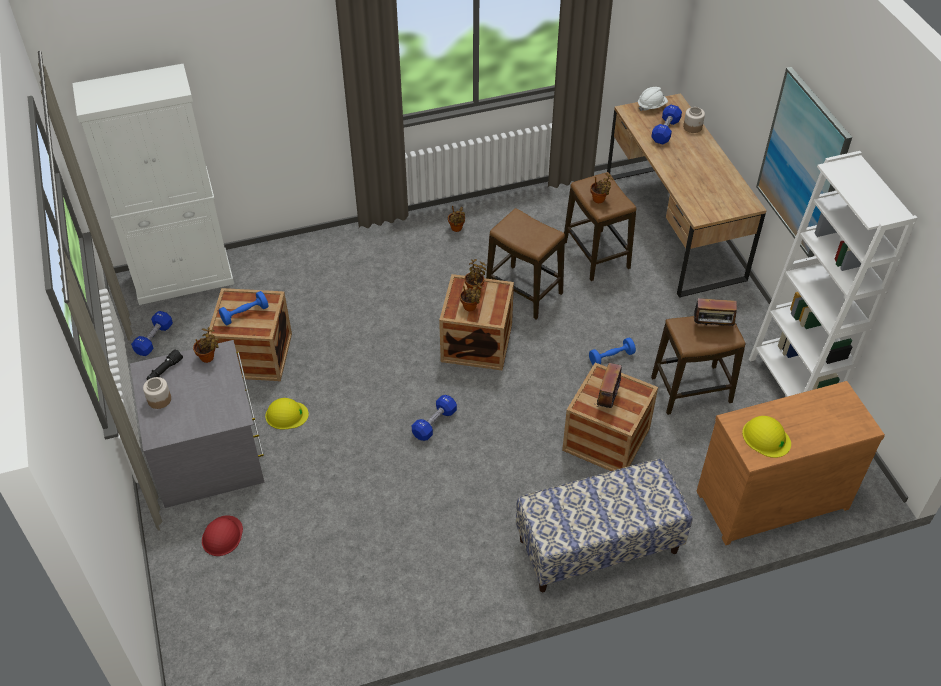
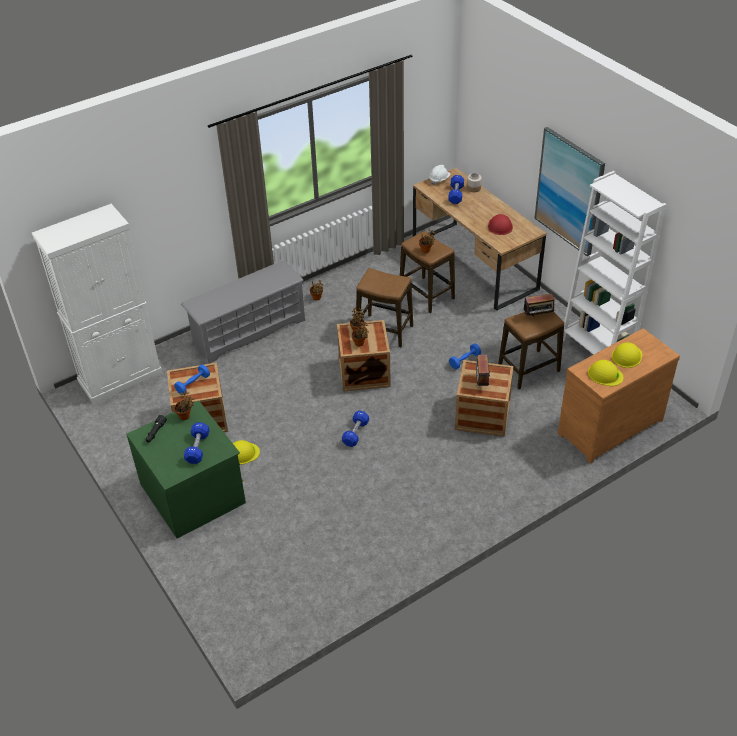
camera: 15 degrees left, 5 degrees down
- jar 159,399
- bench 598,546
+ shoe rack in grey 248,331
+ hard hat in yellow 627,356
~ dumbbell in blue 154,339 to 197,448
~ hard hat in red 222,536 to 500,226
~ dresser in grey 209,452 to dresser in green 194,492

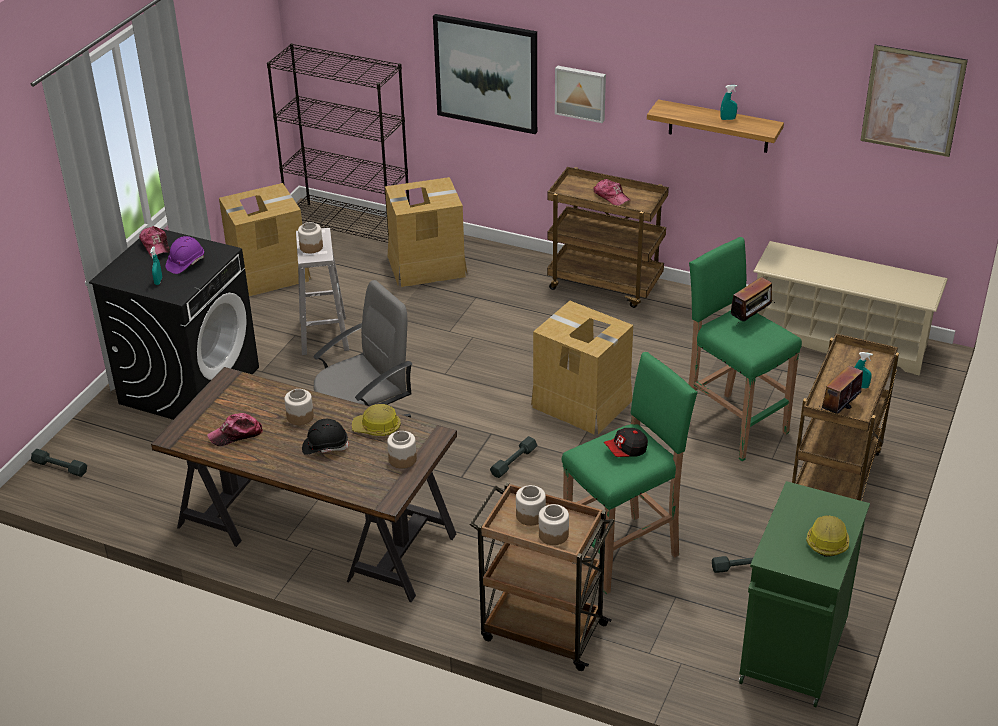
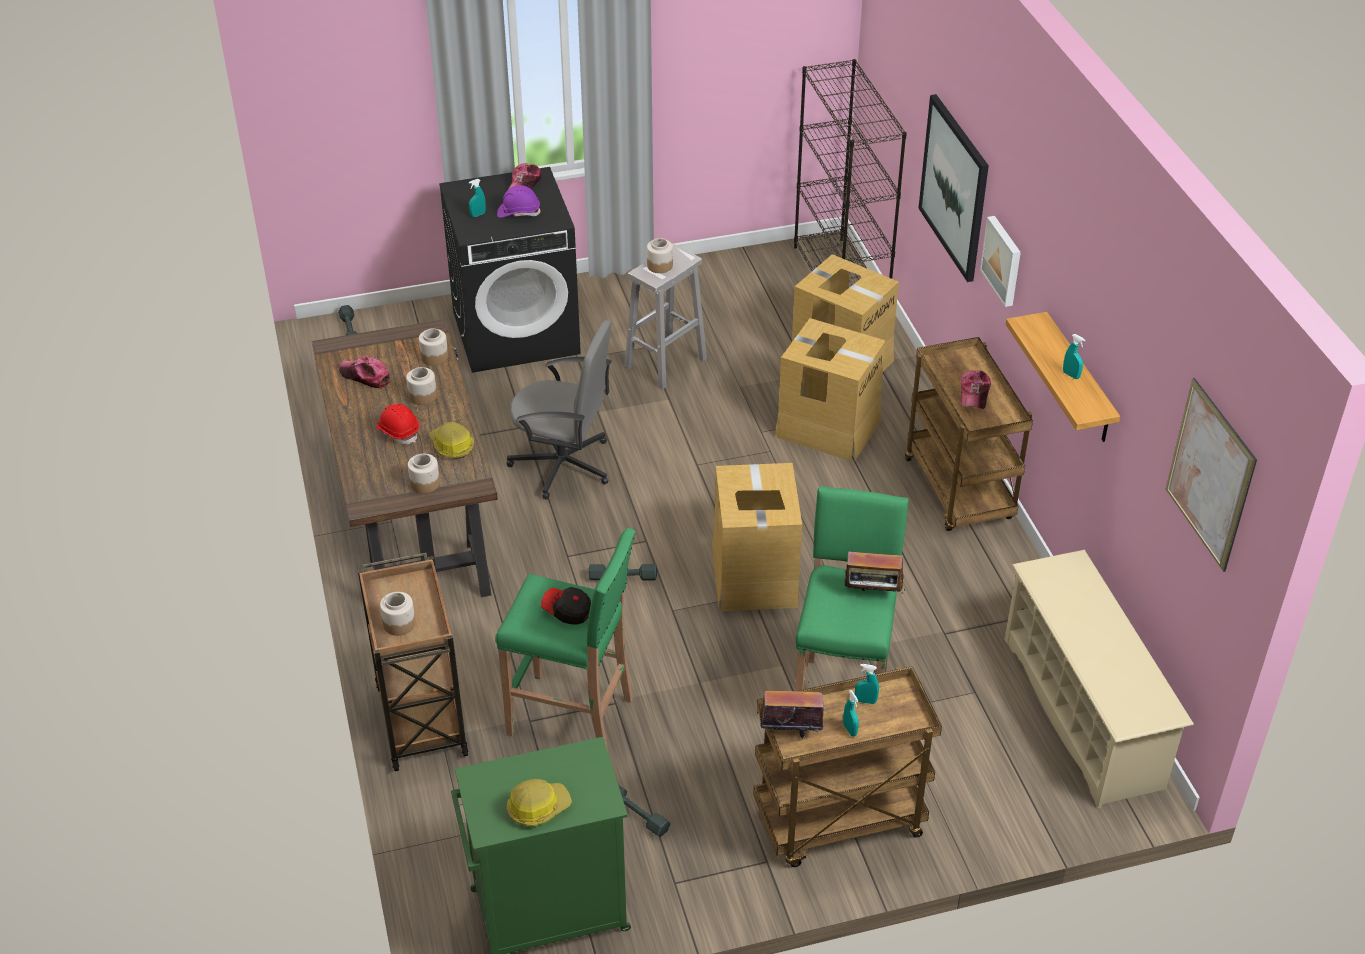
camera: 50 degrees right, 5 degrees up
+ spray bottle in turquoise 865,701
~ cardboard box 268,273 to 827,427
~ jar 530,515 to 434,357
~ hard hat in black 325,446 to hard hat in red 398,431

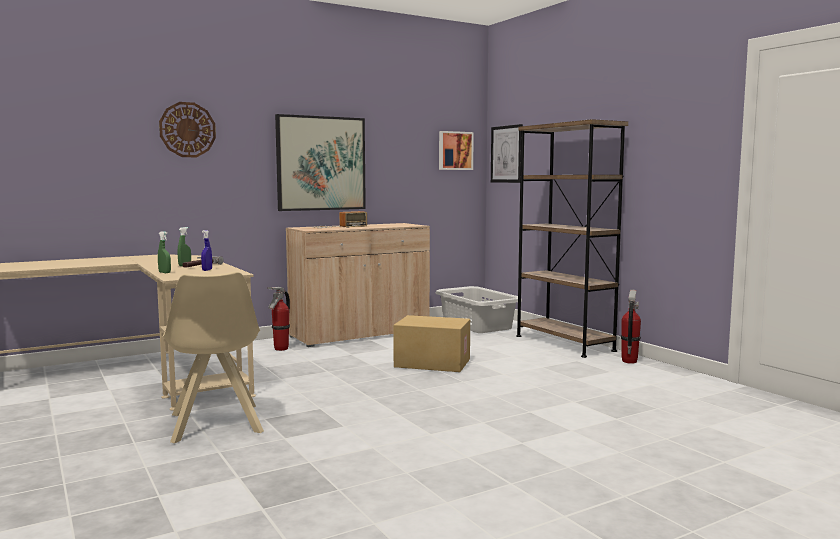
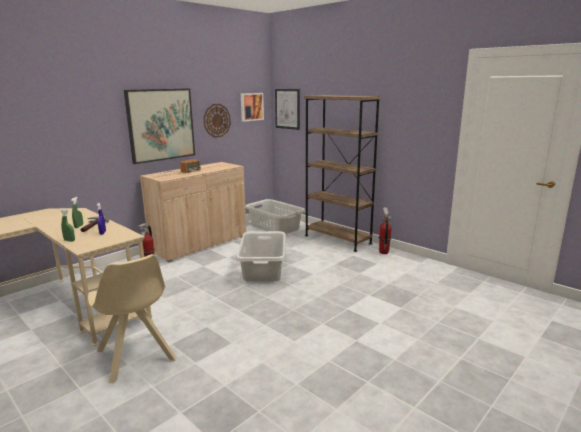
camera: 15 degrees left, 10 degrees up
~ wall clock 187,129 to 217,120
~ cardboard box 431,363 to laundry basket in grey 262,269

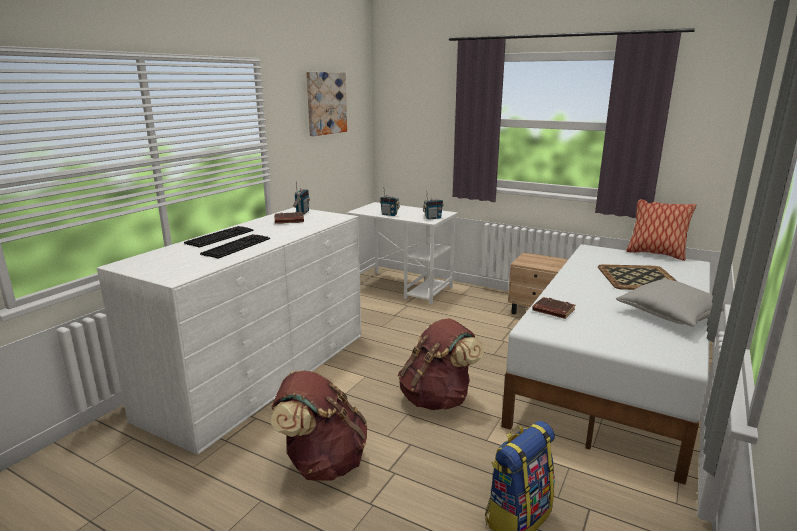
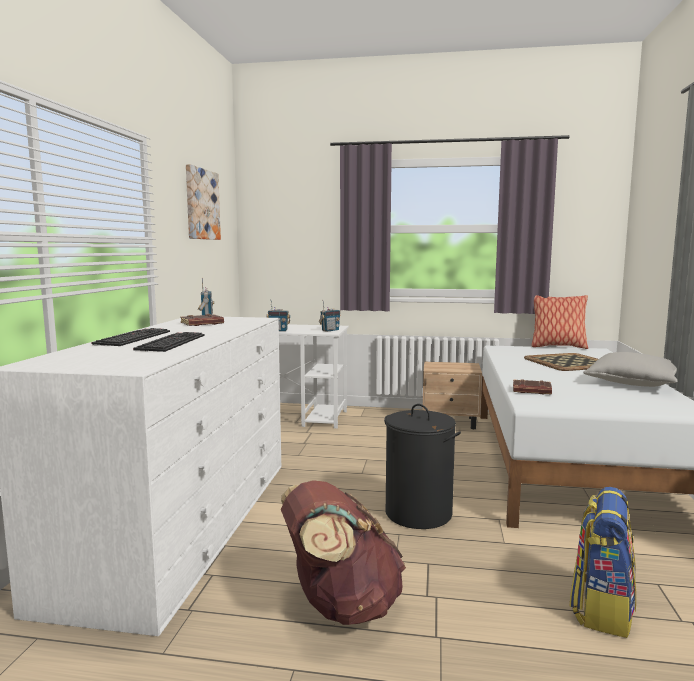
camera: 20 degrees left, 10 degrees down
~ backpack in brown 437,399 to laundry basket in black 419,513

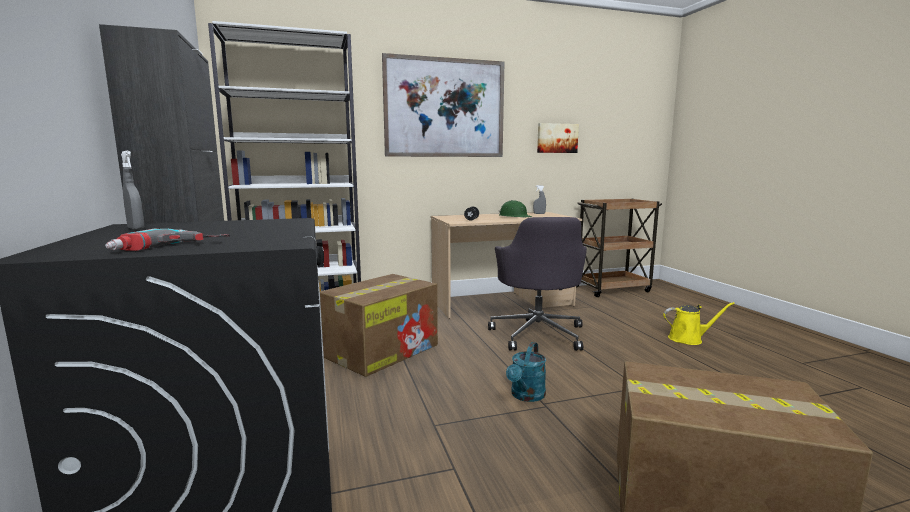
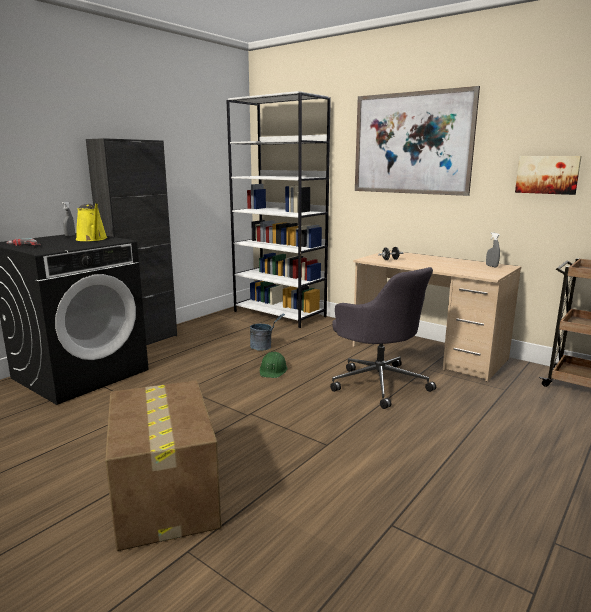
camera: 55 degrees right, 5 degrees up
- watering can in turquoise 526,396
~ hard hat in green 514,216 to 273,370
~ watering can in yellow 688,339 to 92,239
~ cardboard box 382,350 to bucket in grey 264,347
~ office chair in grey 538,334 = 378,383 90 degrees counterclockwise

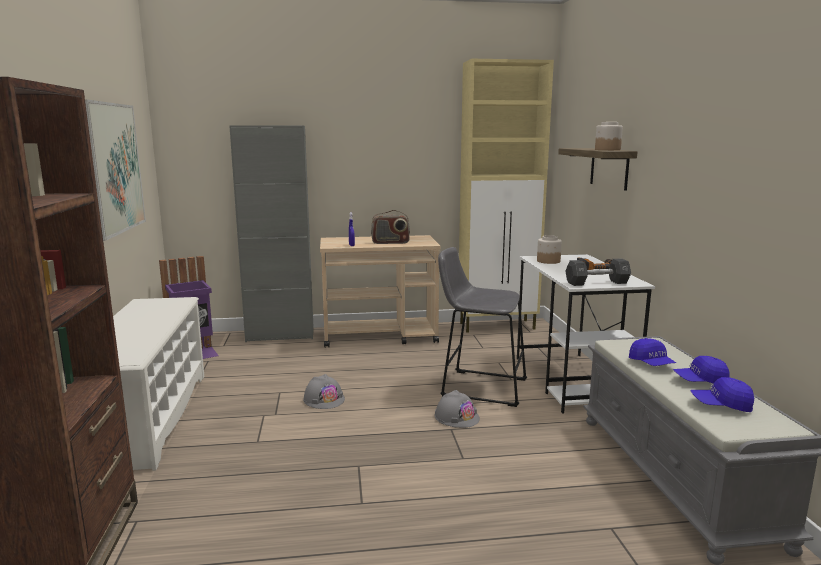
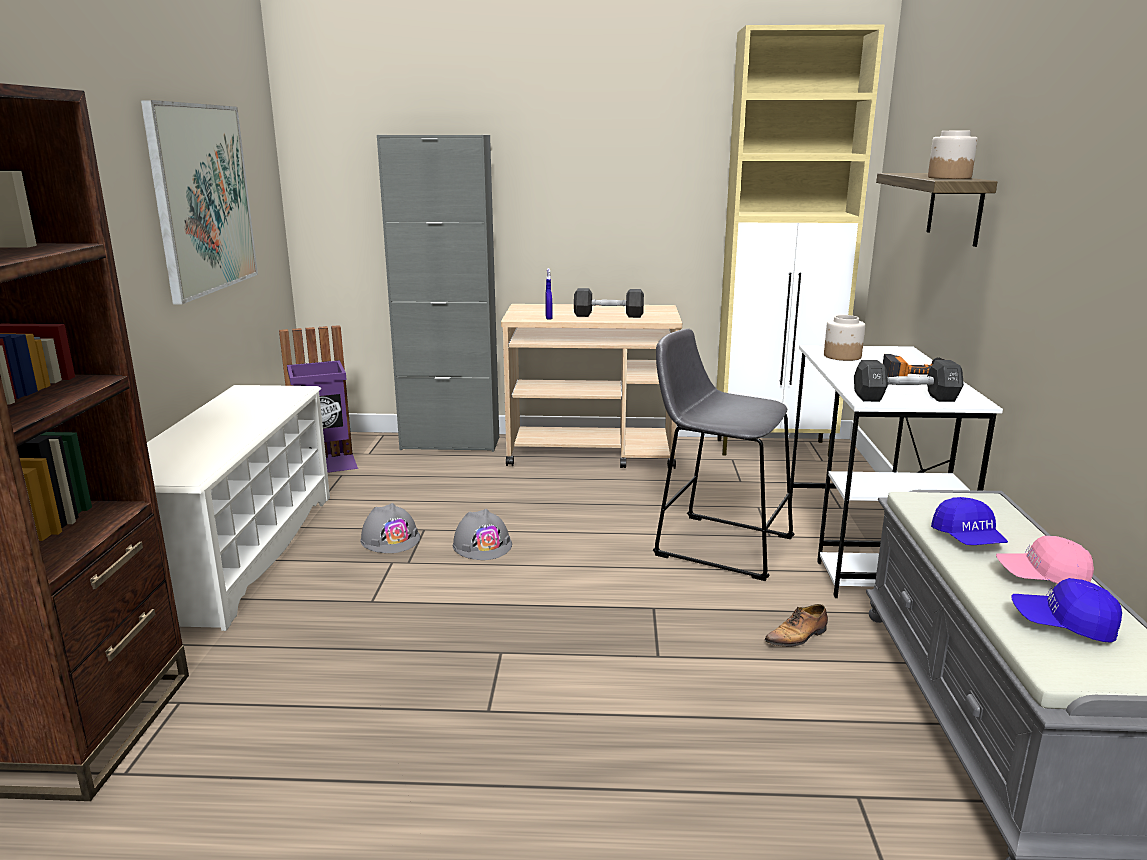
camera: 10 degrees right, 5 degrees up
+ shoe 797,637
~ hard hat in grey 457,417 to 390,539
~ radio 390,242 to dumbbell in black 608,315
~ cap in blue 700,382 to cap in pink 1042,578

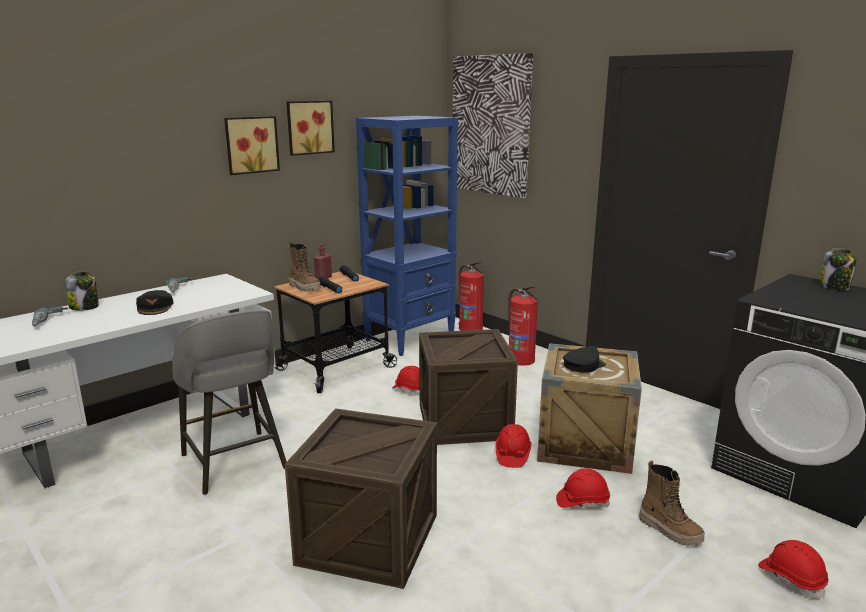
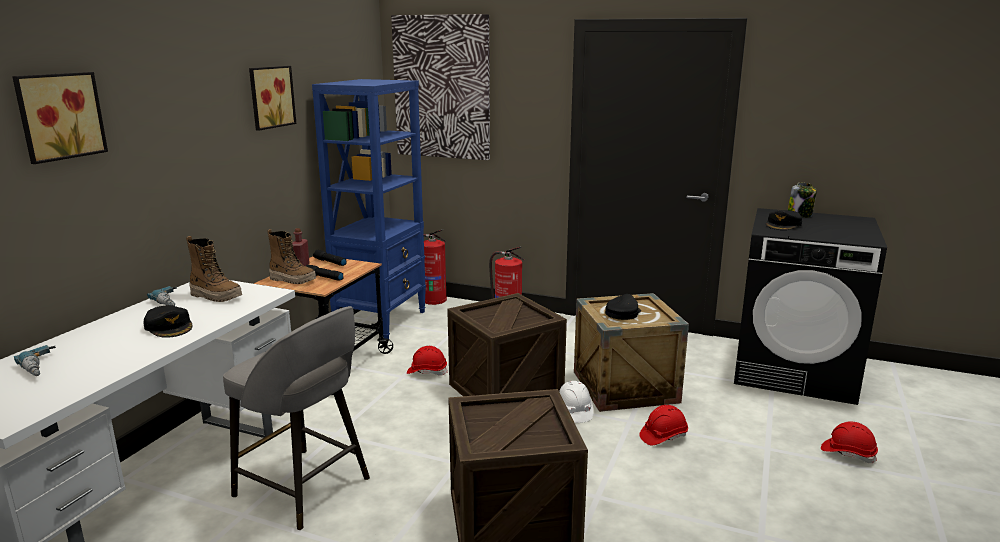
camera: 25 degrees left, 0 degrees up
- jar 85,307
+ cap in black 783,225
~ picture 251,145 to 59,116
~ boot 670,530 to 216,296
~ hard hat in red 512,455 to hard hat in white 574,411

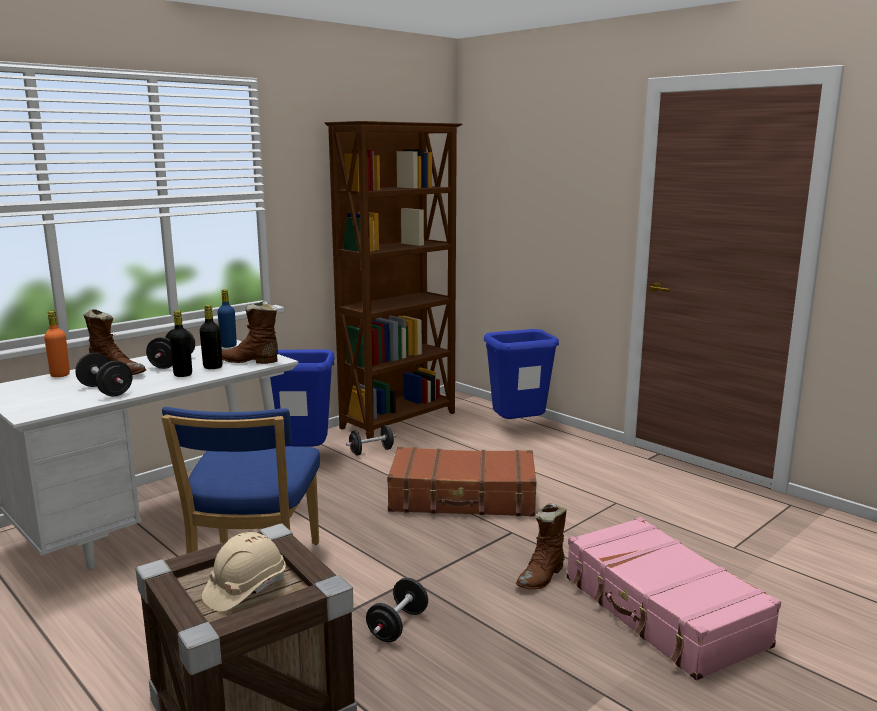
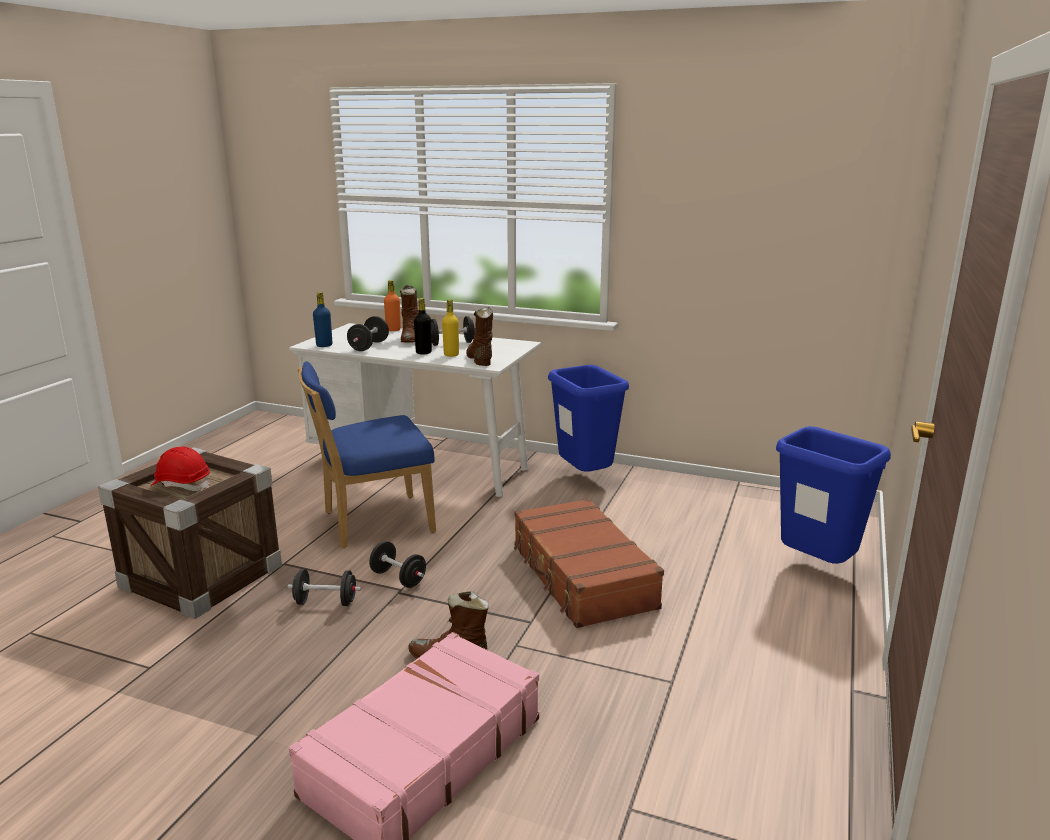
camera: 65 degrees right, 5 degrees up
- bookcase in brown 400,420
~ bottle in blue 228,346 to 324,345
~ dumbbell in black 371,451 to 398,578
~ bottle in black 213,367 to bottle in yellow 451,355
~ hard hat in beige 245,589 to hard hat in red 181,485

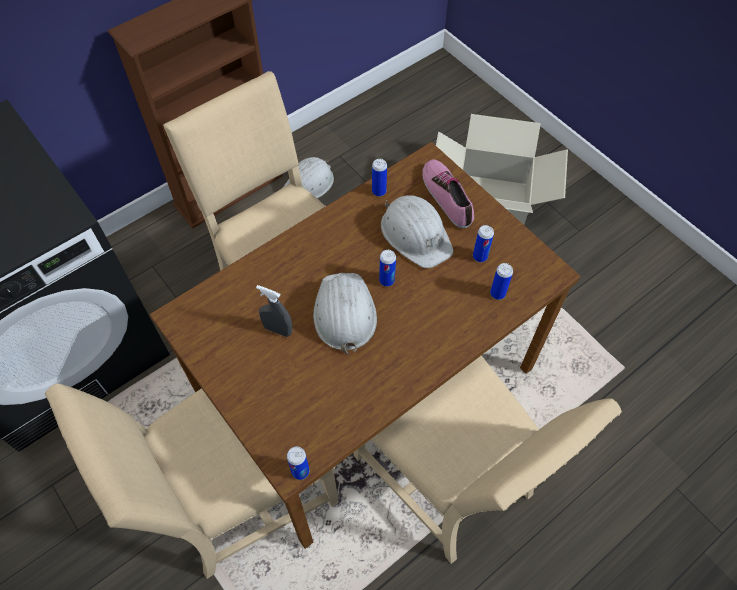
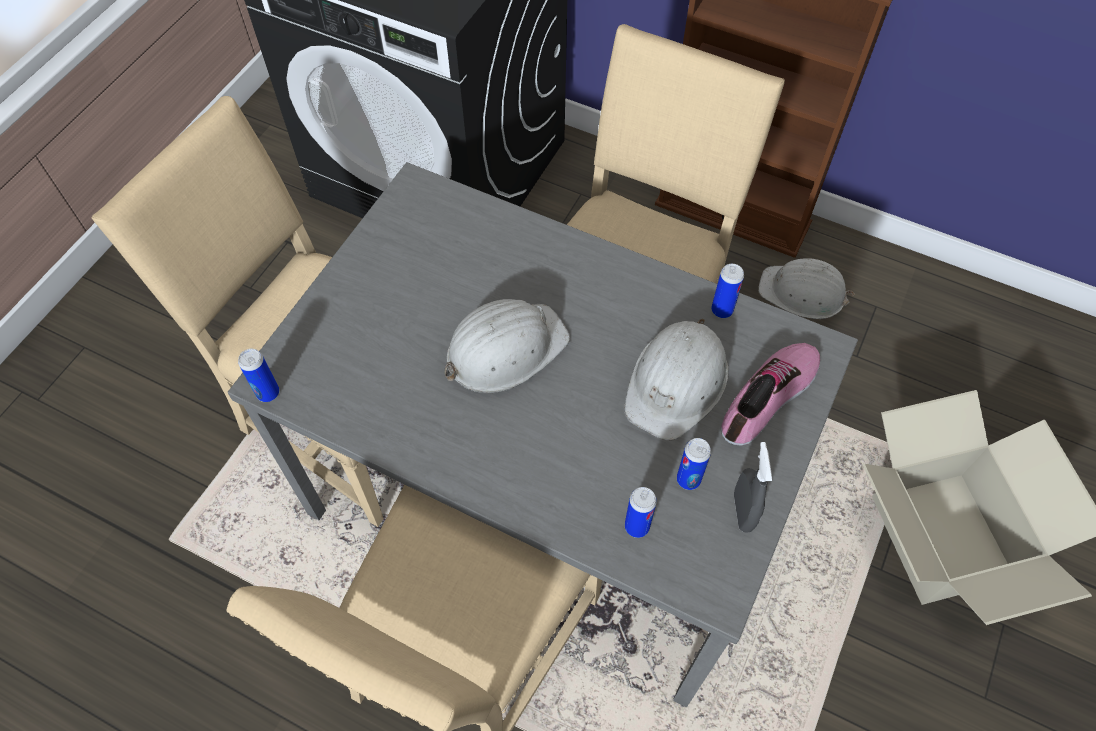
camera: 65 degrees right, 0 degrees up
- can 387,280
~ spray bottle in grey 278,329 to 742,511
~ dining table in brown 368,387 to dining table in grey 544,495

